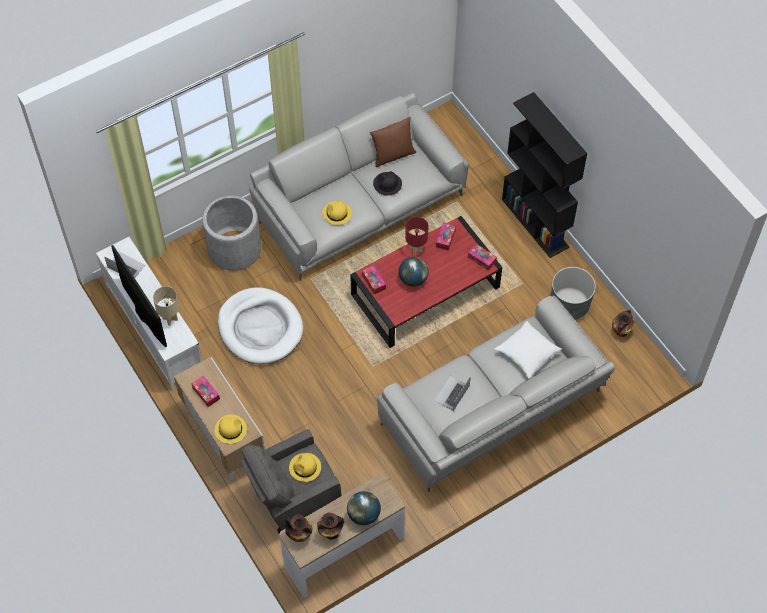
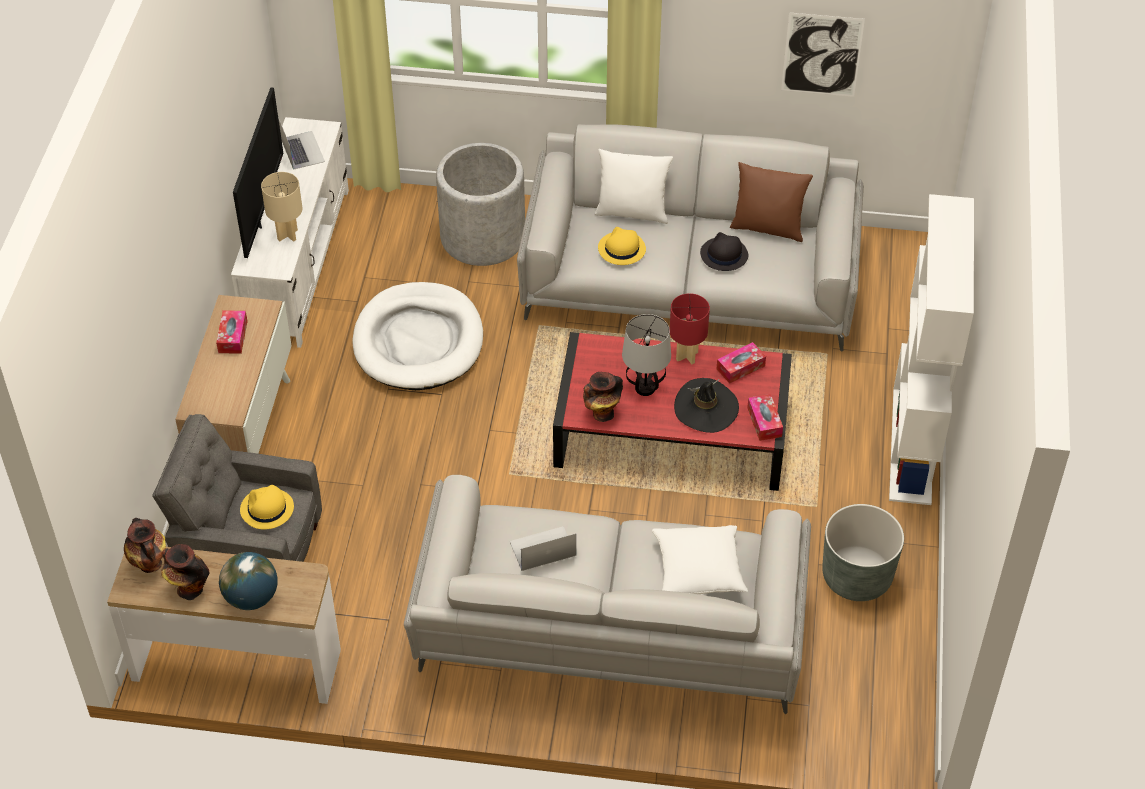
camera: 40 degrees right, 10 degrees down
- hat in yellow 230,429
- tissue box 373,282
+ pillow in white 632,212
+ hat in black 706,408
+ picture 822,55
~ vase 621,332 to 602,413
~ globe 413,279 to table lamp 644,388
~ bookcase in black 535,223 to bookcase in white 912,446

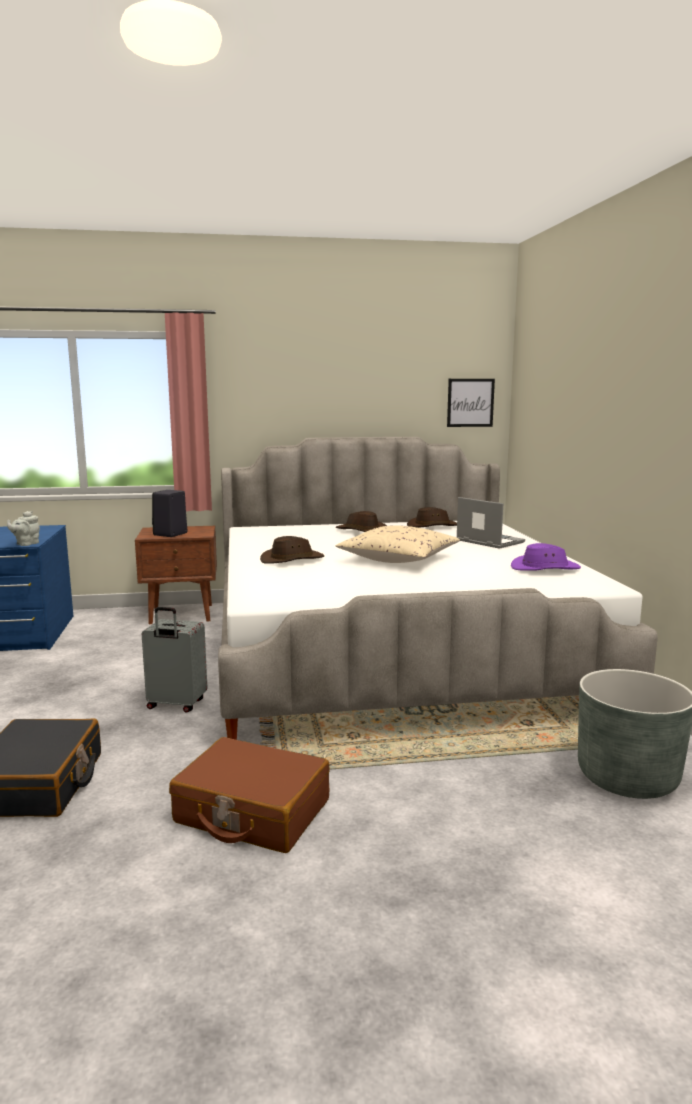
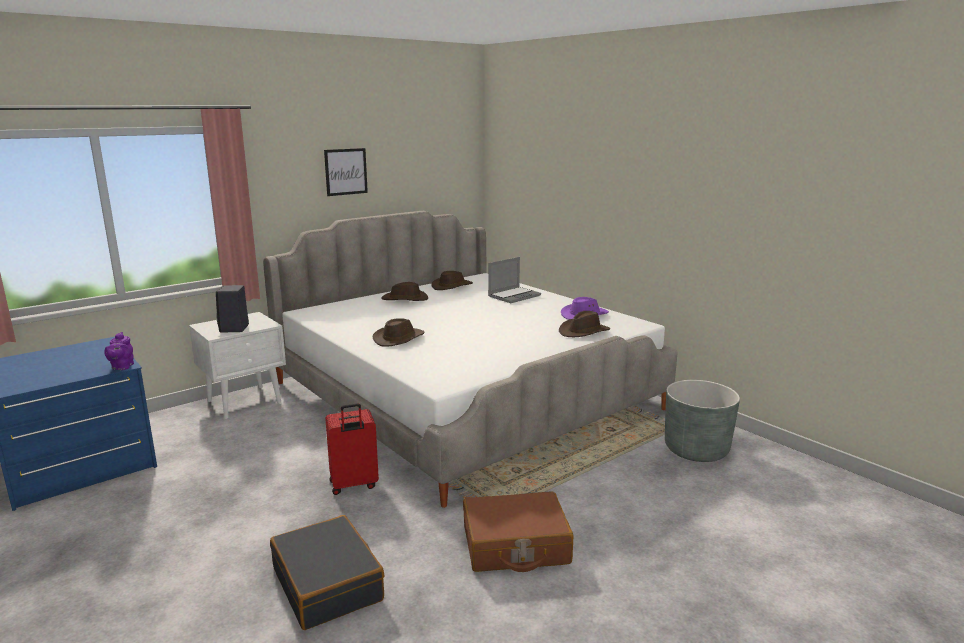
camera: 30 degrees left, 5 degrees up
- pillow in beige 398,559
+ hat in brown 584,332
~ picture 470,402 to 346,171
~ teapot in grey 26,544 to teapot in purple 121,367
~ nightstand in brown 182,614 to nightstand in white 245,401
~ suitcase in grey 176,705 to suitcase in red 353,485
~ laptop 488,541 = 514,296 120 degrees clockwise

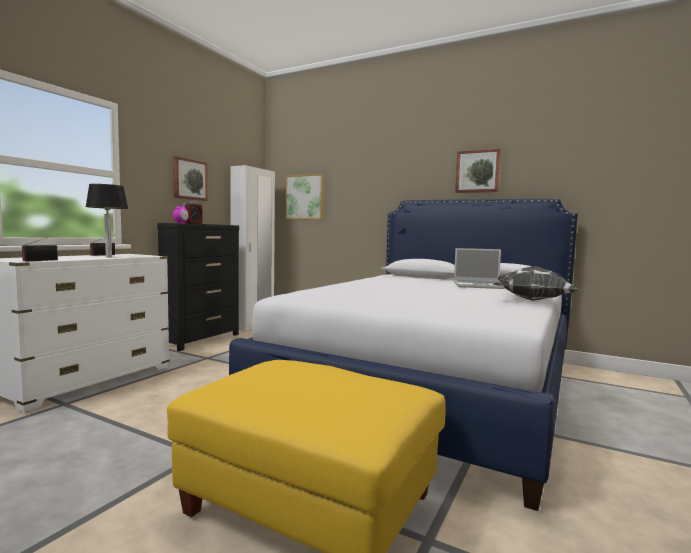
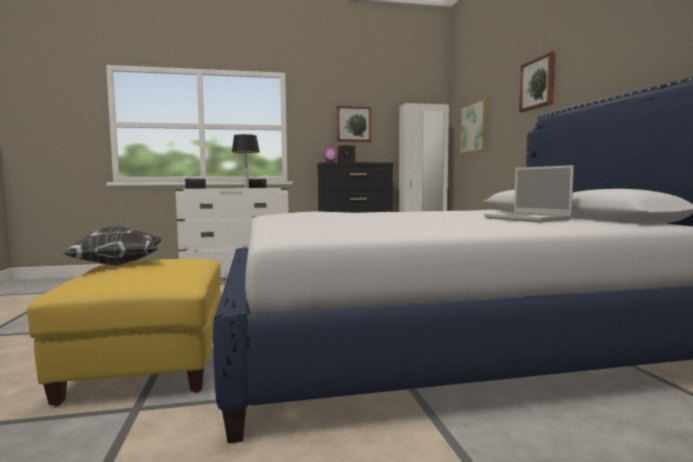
camera: 50 degrees right, 0 degrees up
~ picture 477,171 to 538,83
~ pillow 530,300 to 116,265

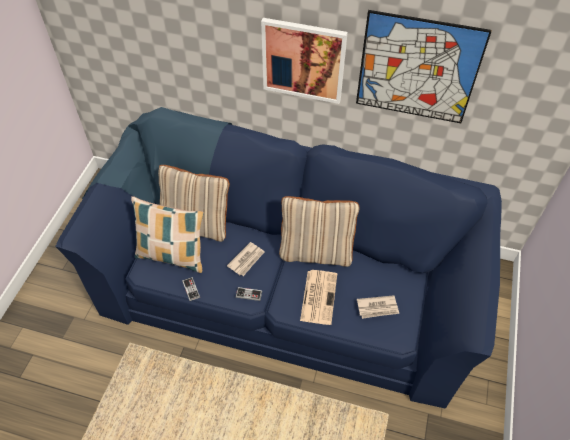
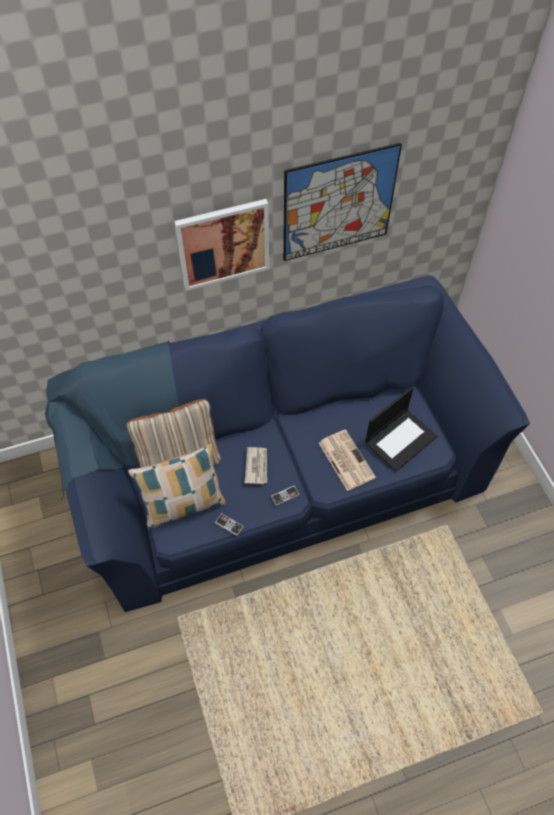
camera: 35 degrees left, 5 degrees up
- pillow in beige 316,252
~ newspaper 377,308 to laptop 400,439

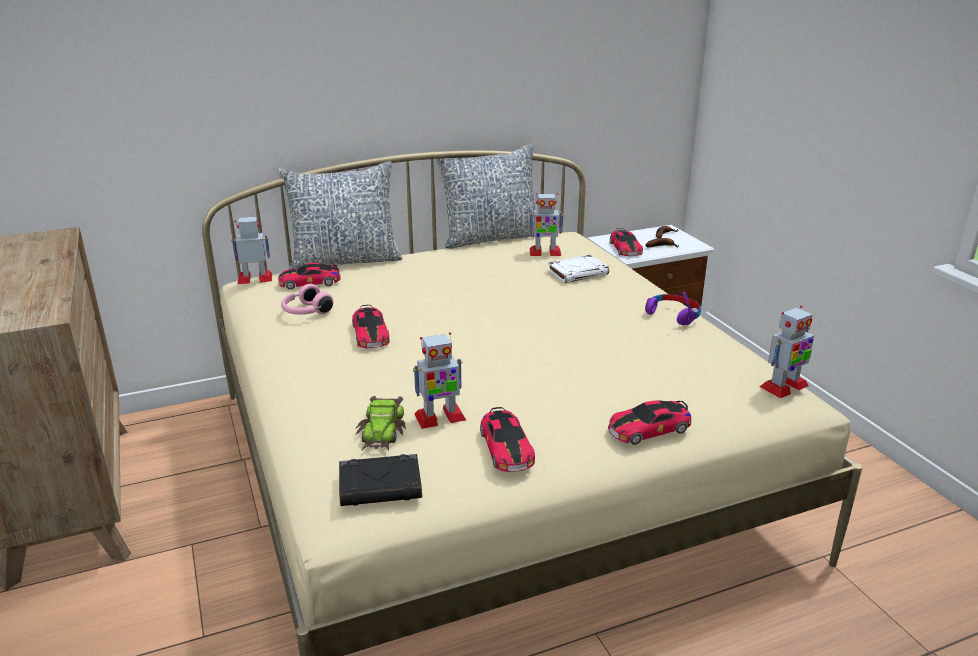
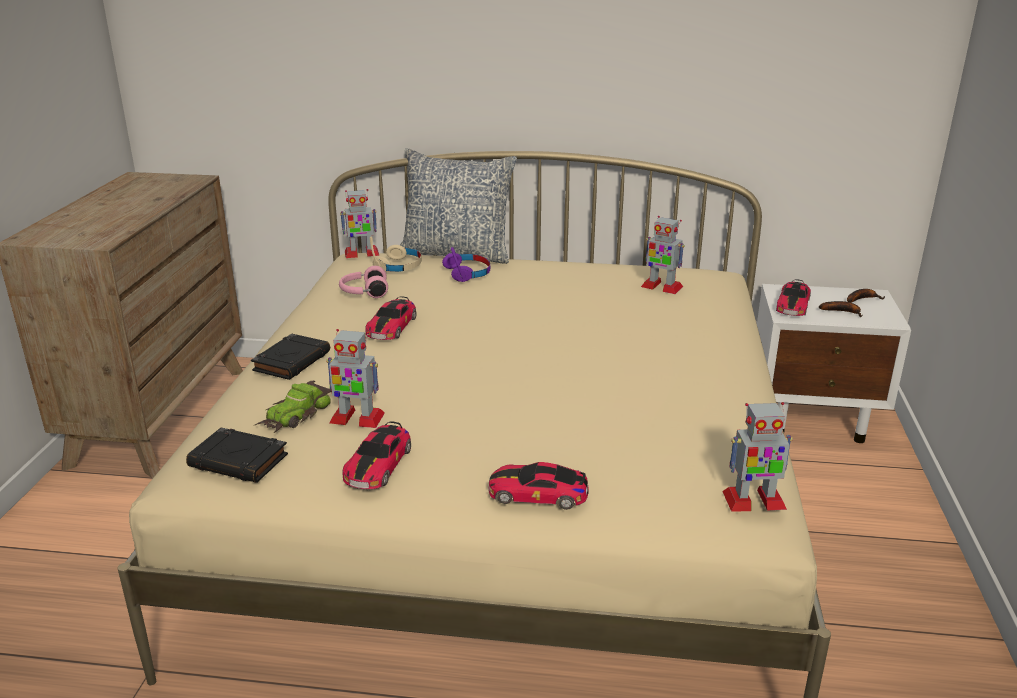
camera: 30 degrees right, 0 degrees up
- pillow 490,238
- book in white 578,273
+ book in black 292,361
~ headphones in purple 673,315 to 467,273
~ toy car 310,282 to headphones in beige 399,267
~ toy robot 255,278 = 361,253 150 degrees clockwise

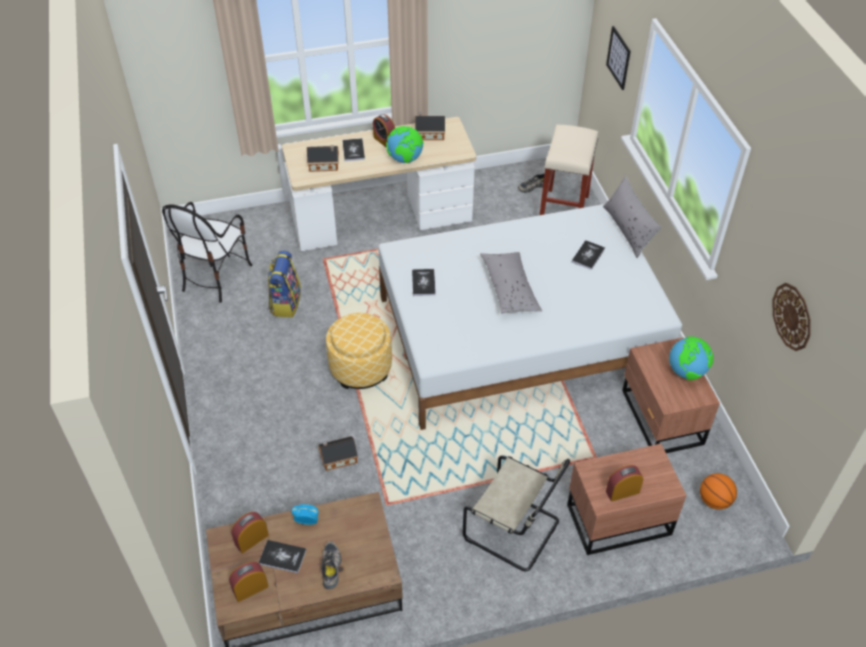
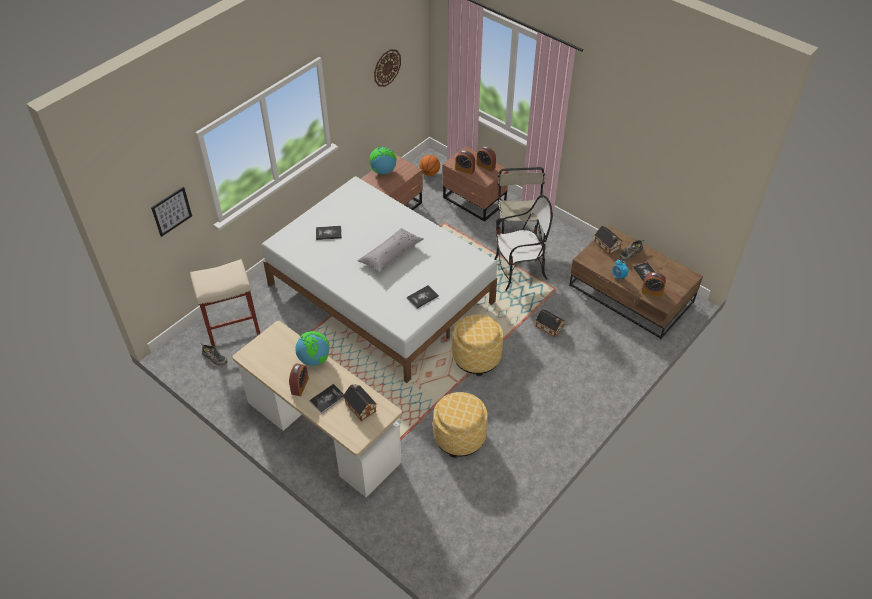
camera: 125 degrees left, 0 degrees up
- pillow in grey 628,229
~ chair 215,276 to 519,272
~ alarm clock 250,588 to 465,169
~ toy house 429,134 to 607,246
~ backpack 285,303 to ottoman 459,436

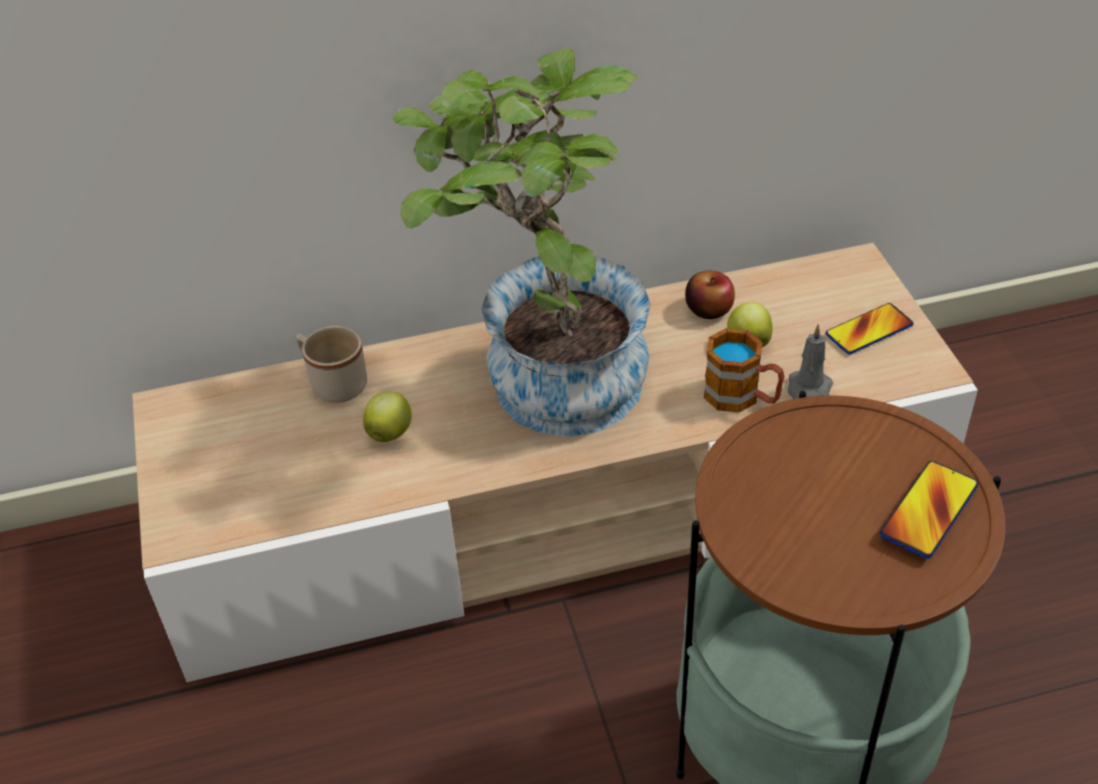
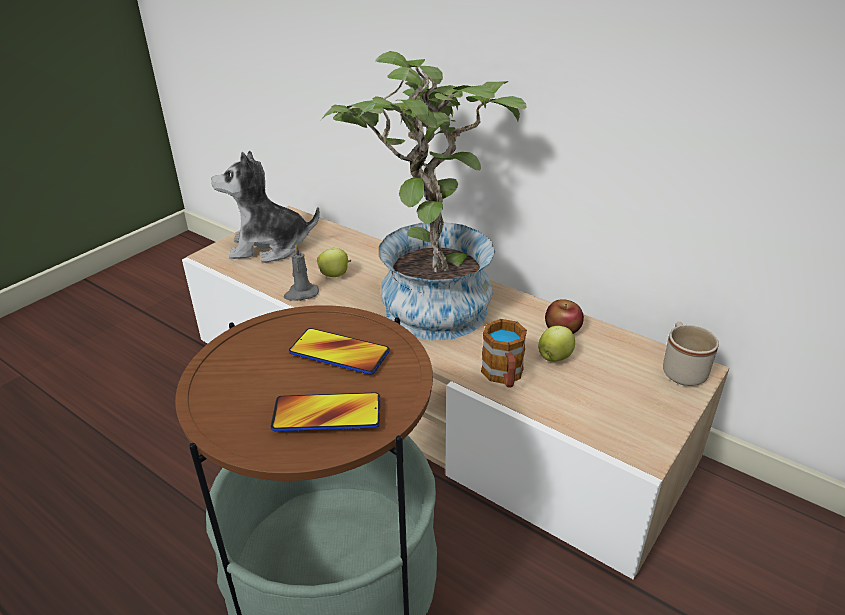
camera: 50 degrees right, 10 degrees down
+ plush toy 269,247
~ mug in beige 333,383 to 681,369
~ candle in grey 808,391 to 301,294
~ phone 869,330 to 339,352

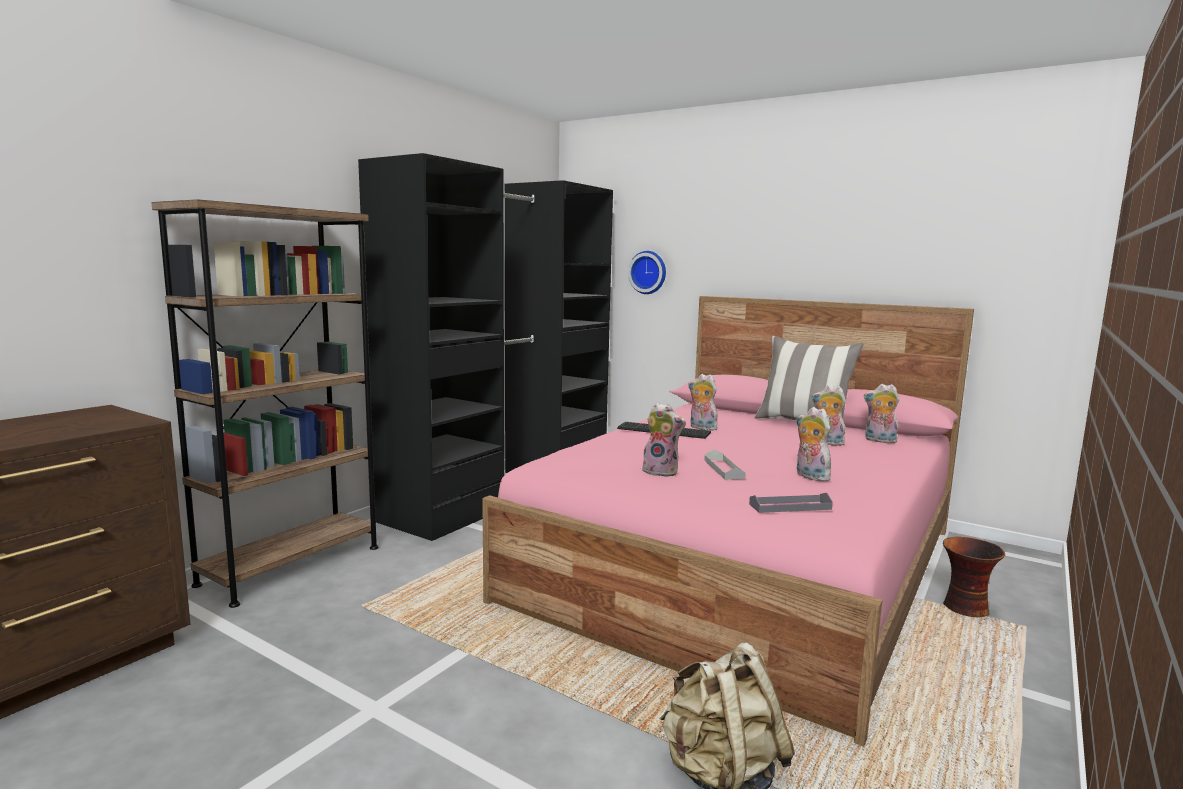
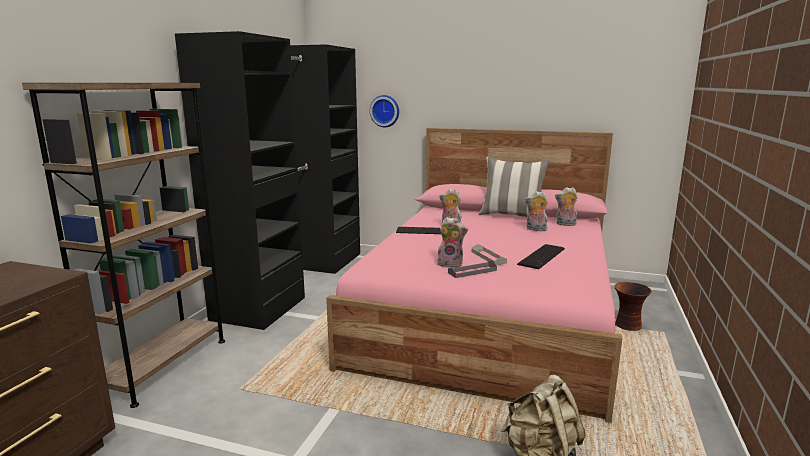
camera: 15 degrees left, 5 degrees up
~ tray in grey 790,506 to 472,272
~ plush toy 809,476 to keyboard 543,256

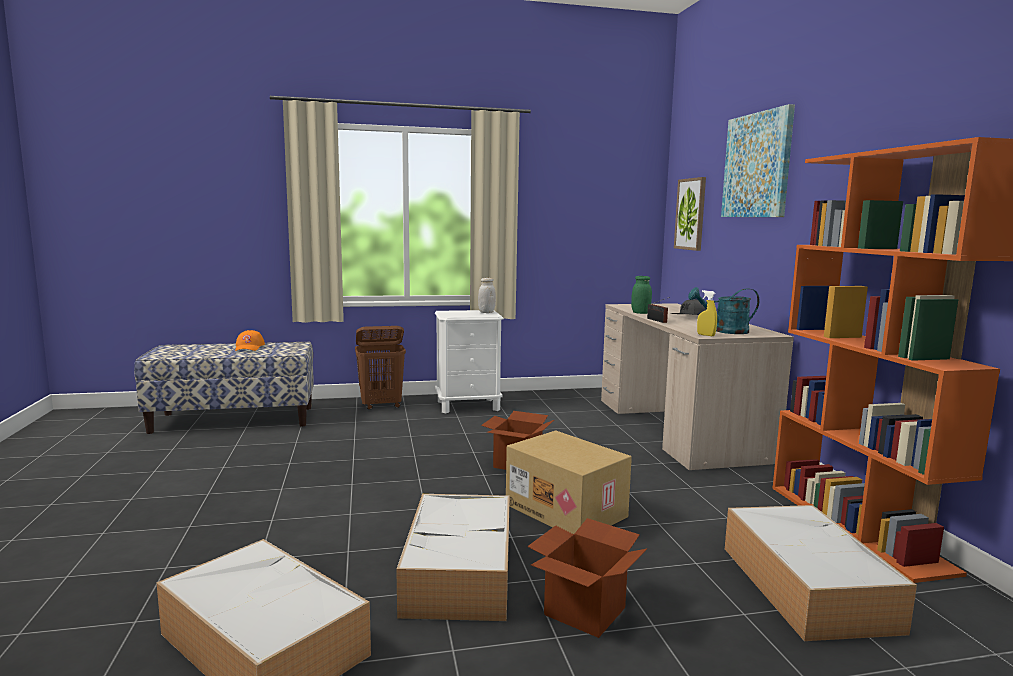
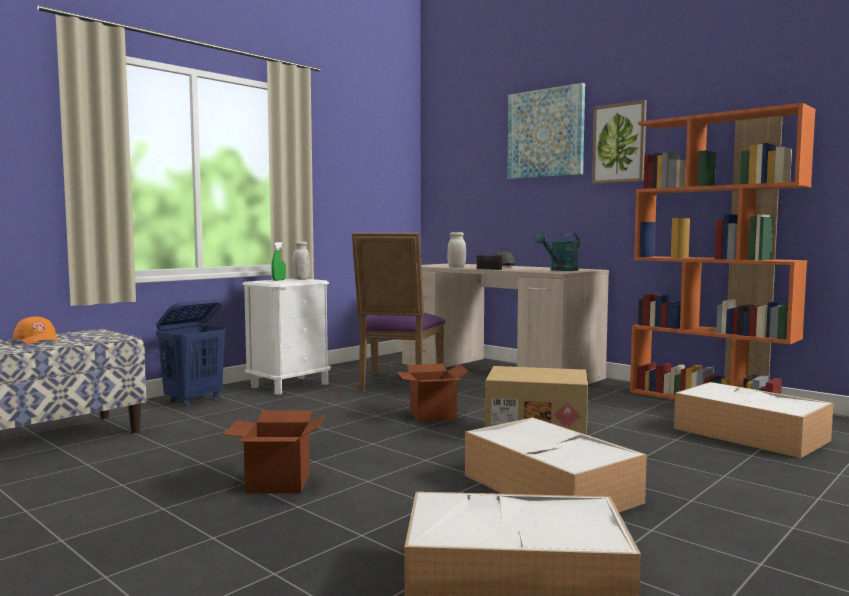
camera: 35 degrees left, 5 degrees down
- spray bottle in yellow 706,335
+ spray bottle in green 279,280
+ chair in purple 397,384
~ cardboard box 585,611 to 278,483
~ picture 691,214 to 619,143
~ laundry basket in brown 381,406 to laundry basket in blue 194,400
~ jar in green 640,313 to jar in white 456,267

